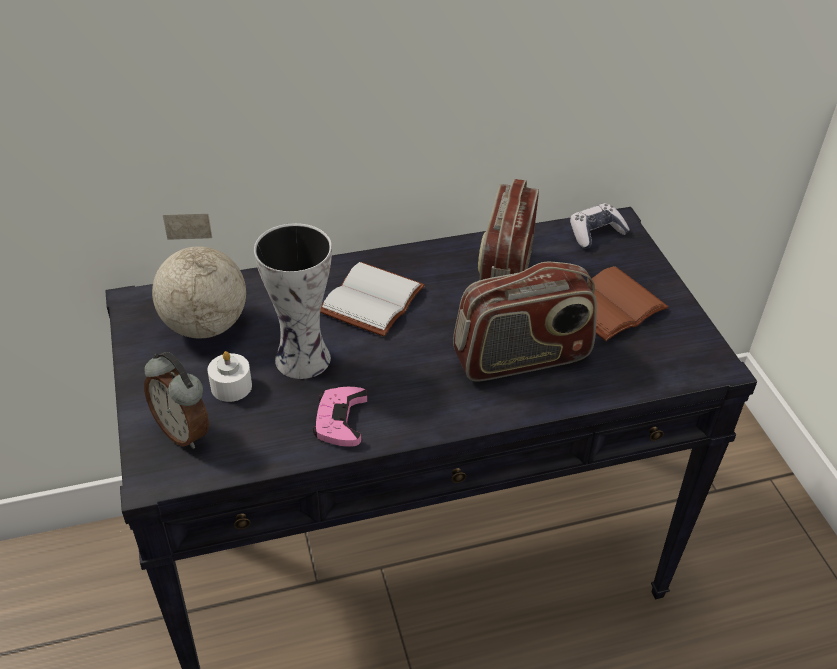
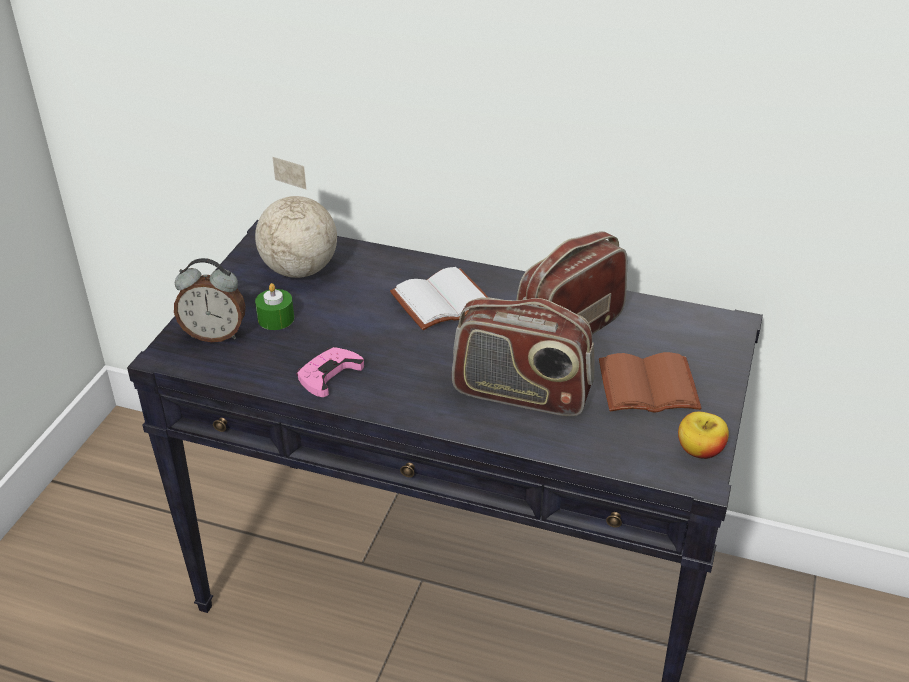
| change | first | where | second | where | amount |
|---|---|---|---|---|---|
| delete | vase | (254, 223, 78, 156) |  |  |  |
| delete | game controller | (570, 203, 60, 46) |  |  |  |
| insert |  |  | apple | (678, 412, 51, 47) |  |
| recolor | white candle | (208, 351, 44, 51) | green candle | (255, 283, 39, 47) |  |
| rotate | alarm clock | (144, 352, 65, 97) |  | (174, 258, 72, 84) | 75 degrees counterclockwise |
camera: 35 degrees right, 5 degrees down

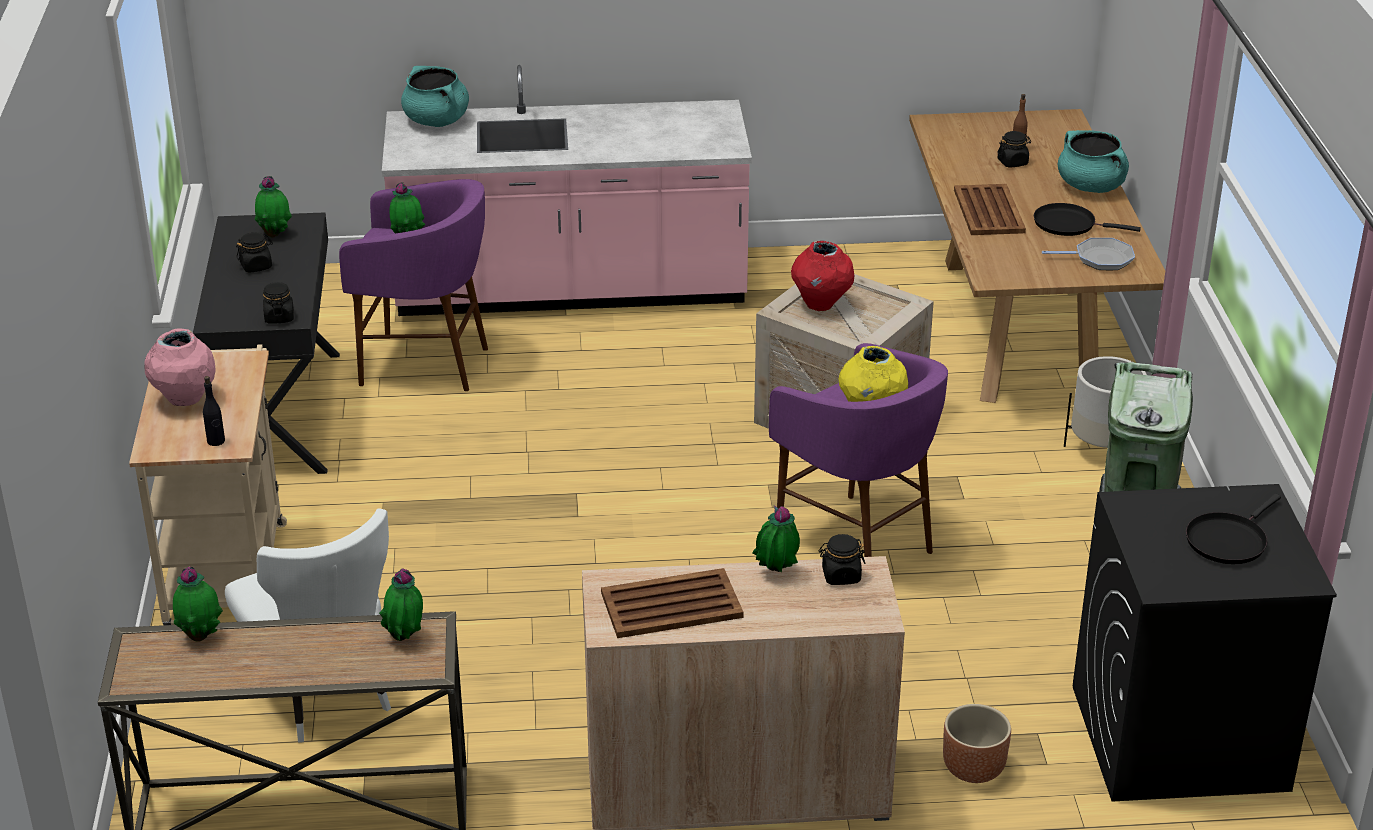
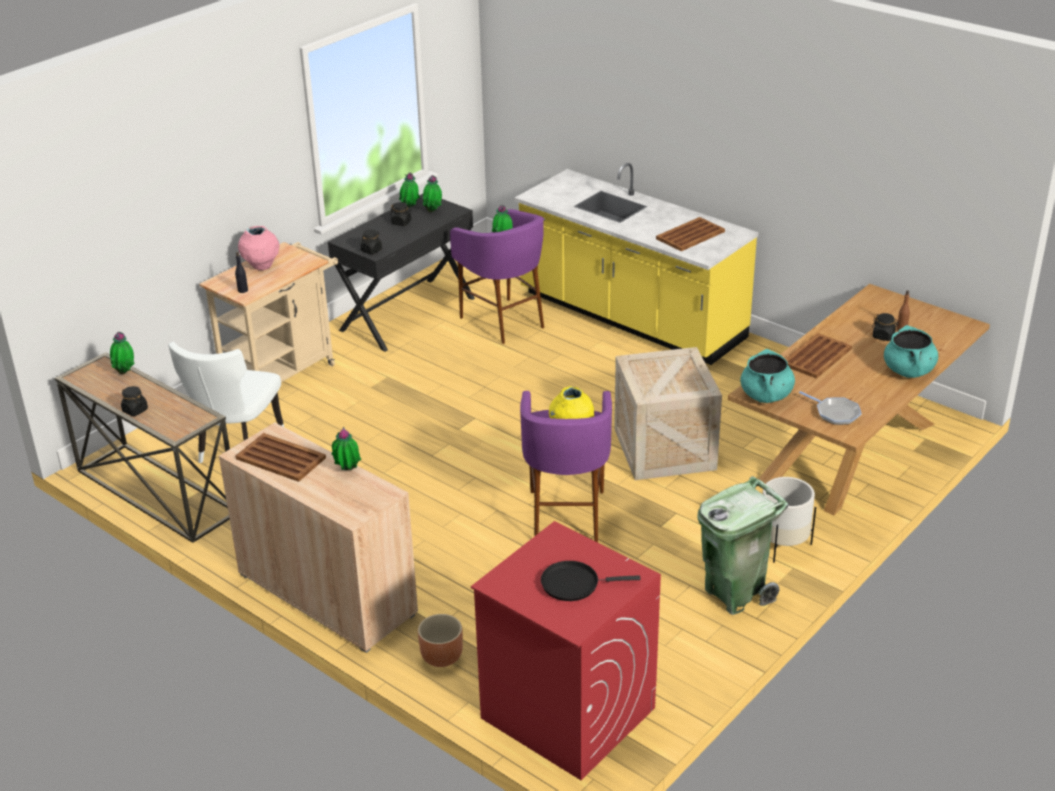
| change | first | where | second | where | amount |
|---|---|---|---|---|---|
| delete | red vase | (791, 241, 63, 70) |  |  |  |
| delete | black frying pan | (1034, 203, 107, 33) |  |  |  |
| insert |  |  | brown tray | (656, 217, 69, 34) |  |
| move | potted plant | (379, 568, 44, 73) |  | (399, 173, 21, 35) |  |
| move | turquoise cooking pot | (401, 66, 68, 61) |  | (740, 349, 55, 54) |  |
| move | black jar | (819, 534, 46, 51) |  | (121, 386, 27, 30) |  |
| recolor | pink counter | (382, 65, 370, 251) | yellow counter | (514, 163, 244, 202) |  |
| recolor | black washing machine | (1073, 484, 264, 318) | red washing machine | (471, 521, 190, 259) |  |
camera: 45 degrees right, 0 degrees up

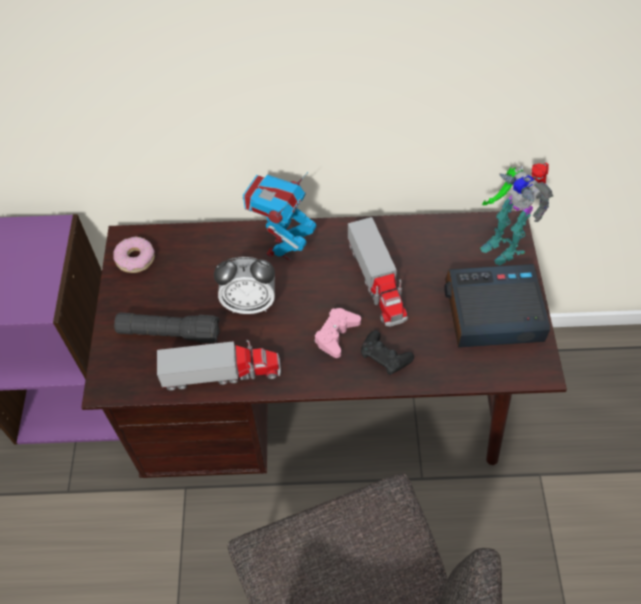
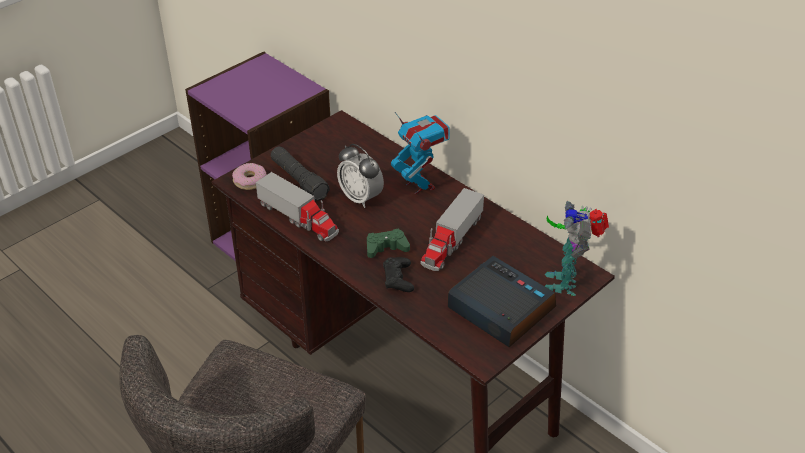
| change | first | where | second | where | amount |
|---|---|---|---|---|---|
| move | donut | (113, 236, 42, 37) |  | (232, 163, 35, 27) |  |
| recolor | pink game controller | (314, 308, 47, 50) | green game controller | (367, 229, 43, 29) |  |
| rotate | toy robot | (243, 172, 74, 88) |  | (391, 112, 59, 82) | 75 degrees clockwise |
camera: 45 degrees right, 15 degrees down

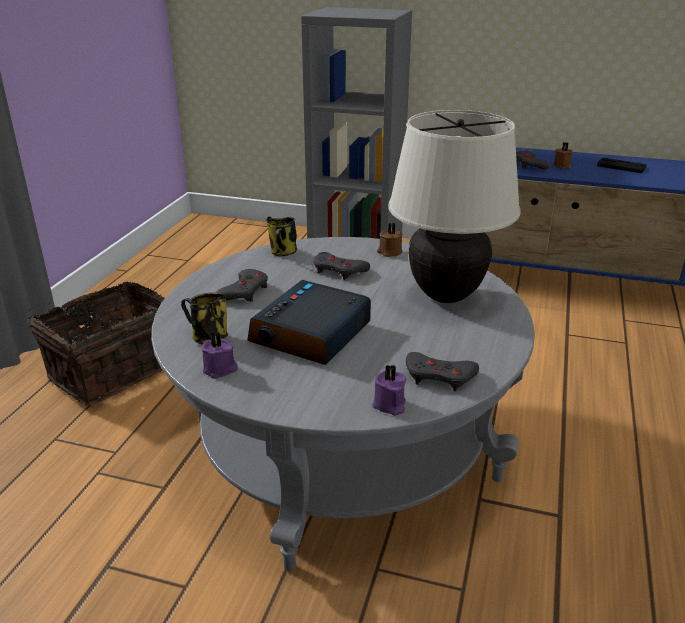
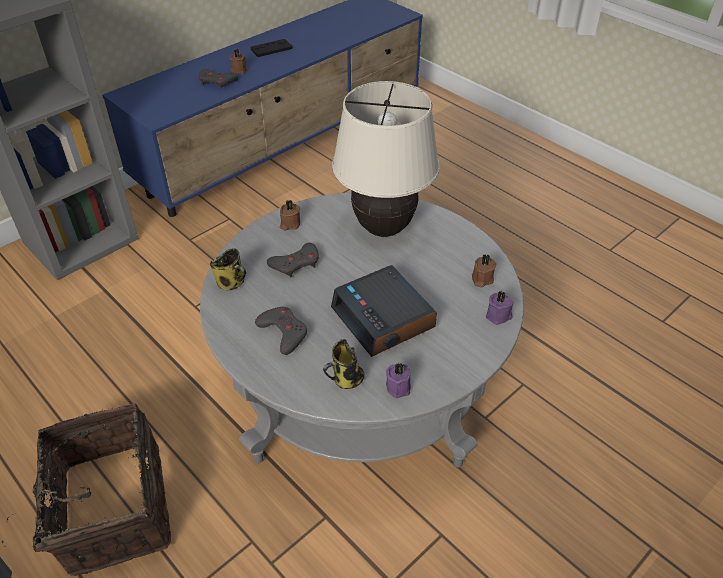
| change | first | where | second | where | amount |
|---|---|---|---|---|---|
| replace | grey game controller | (406, 352, 73, 39) | brown candle | (472, 254, 24, 33) |  |
camera: 60 degrees left, 15 degrees up

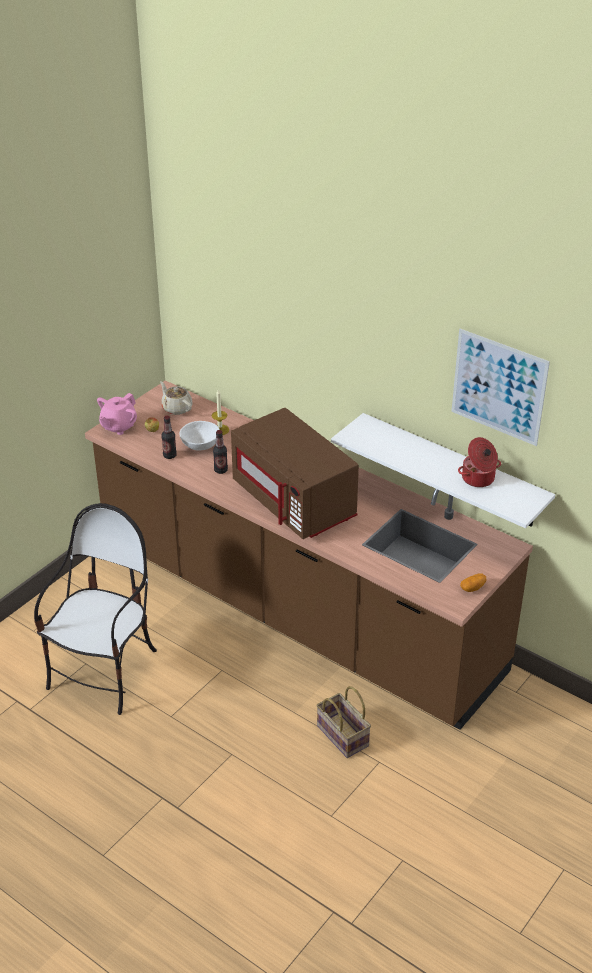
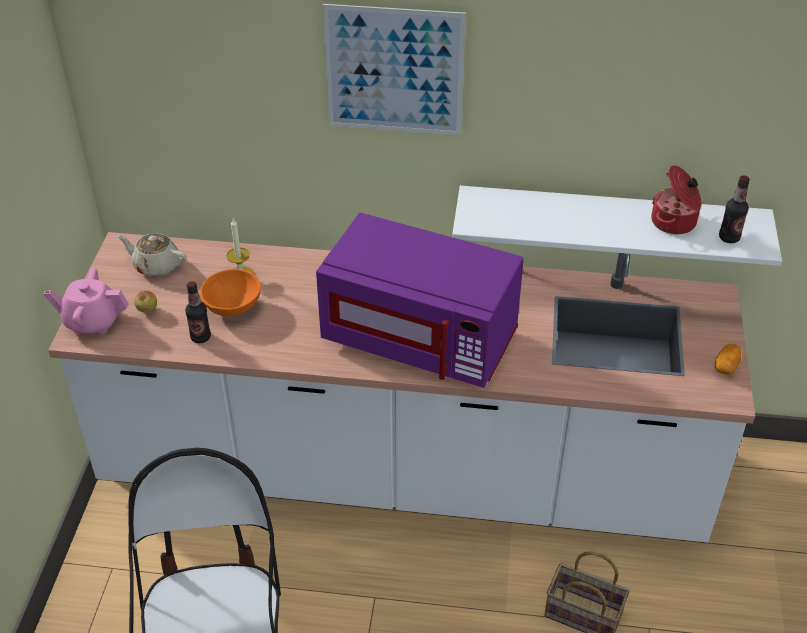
| change | first | where | second | where | amount |
|---|---|---|---|---|---|
| move | bottle | (213, 430, 15, 44) |  | (719, 175, 31, 68) |  |
| move | picture | (451, 329, 99, 117) |  | (323, 4, 143, 131) |  |
| recolor | brown counter | (85, 380, 448, 350) | white counter | (48, 232, 707, 310) |  |
| recolor | white bowl | (179, 421, 41, 30) | orange bowl | (200, 269, 61, 48) |  |
| recolor | brown microwave | (231, 408, 128, 131) | purple microwave | (316, 213, 208, 175) |  |
| rotate | pink teapot | (97, 393, 40, 42) |  | (44, 268, 85, 67) | 90 degrees clockwise |
camera: 30 degrees left, 5 degrees up

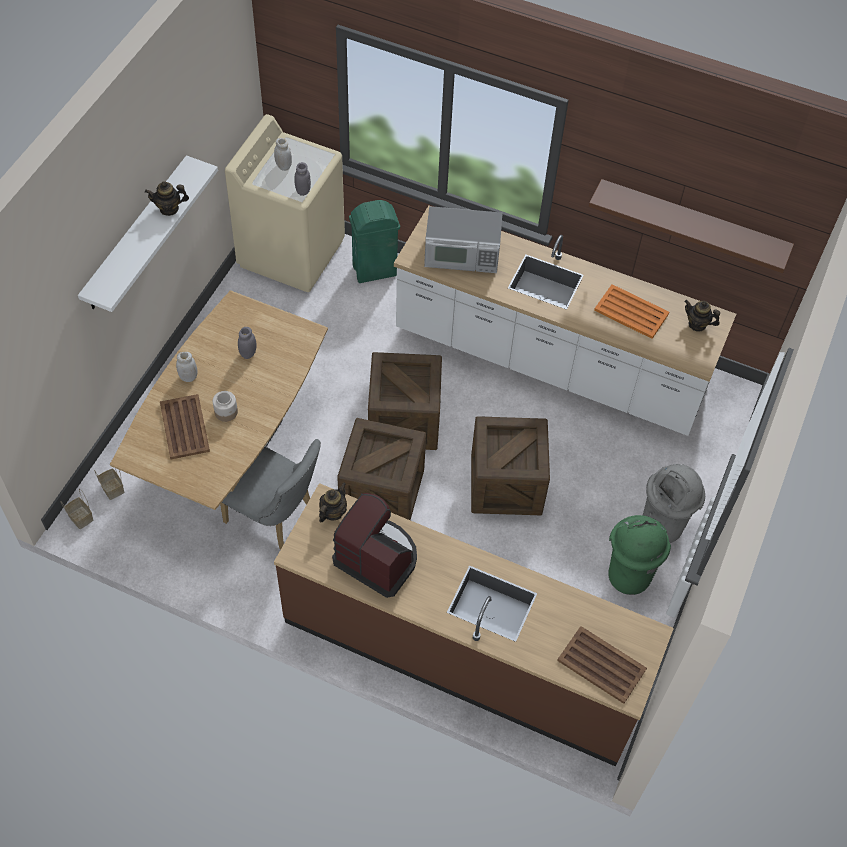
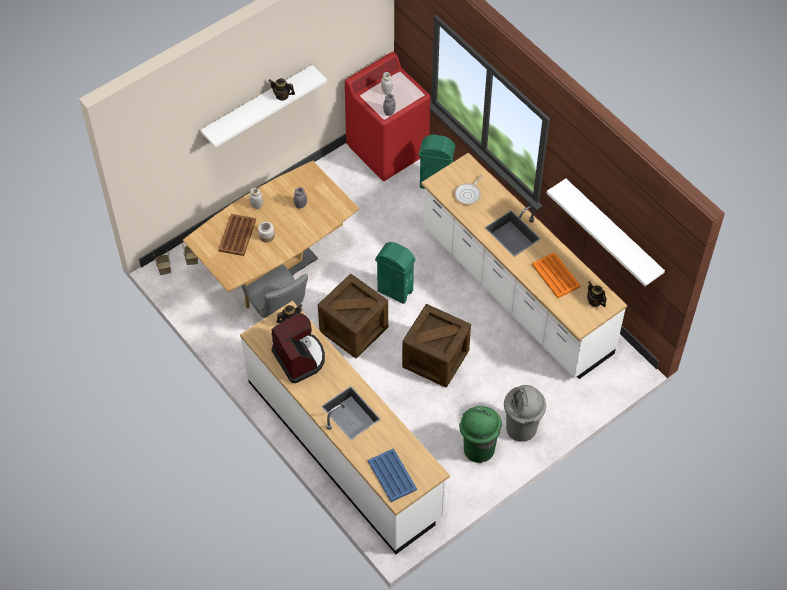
| change | first | where | second | where | amount |
|---|---|---|---|---|---|
| replace | crate | (368, 352, 74, 98) | green trash can | (375, 242, 41, 62) |  |
| replace | microwave | (424, 206, 79, 67) | frying pan | (454, 175, 28, 30) |  |
| recolor | beige washing machine | (225, 114, 120, 178) | red washing machine | (345, 52, 86, 129) |  |
| recolor | brown counter | (274, 483, 400, 283) | white counter | (240, 301, 210, 253) |  |
| recolor | brown tray | (557, 626, 90, 78) | blue tray | (368, 448, 49, 54) |  |
| recolor | brown shelf | (589, 179, 205, 94) | white shelf | (547, 178, 118, 108) |  |
camera: 30 degrees right, 0 degrees up

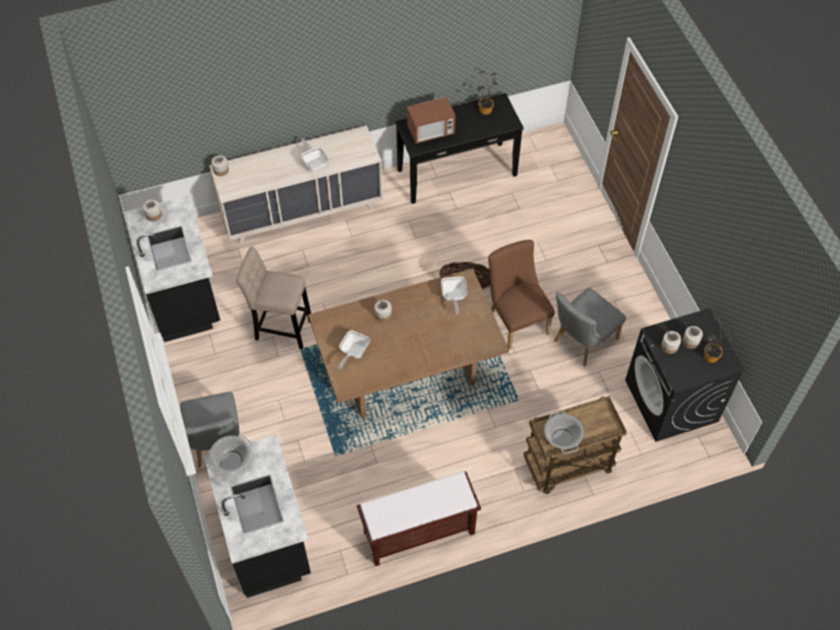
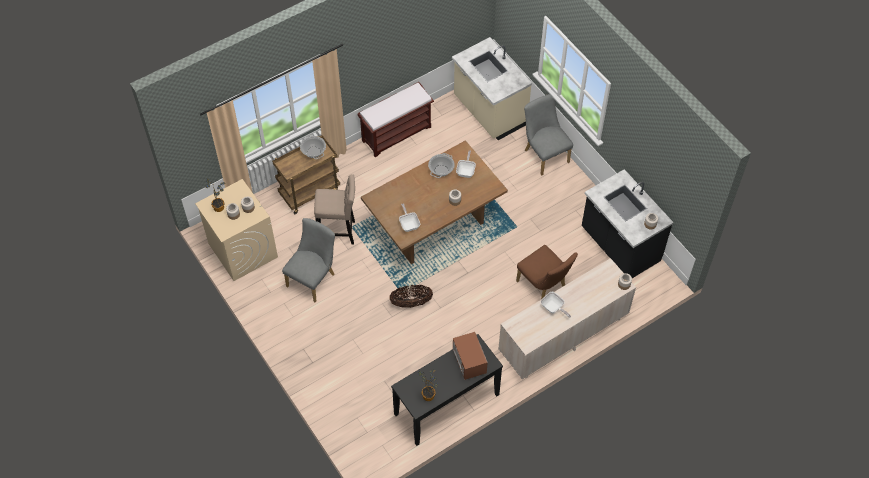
| change | first | where | second | where | amount |
|---|---|---|---|---|---|
| move | cooking pot | (208, 435, 44, 40) |  | (428, 153, 27, 25) |  |
| move | beige stool | (236, 247, 75, 102) |  | (314, 174, 41, 71) |  |
| move | brown chair | (488, 240, 67, 110) |  | (516, 245, 62, 55) |  |
| recolor | black counter | (204, 434, 107, 164) | beige counter | (452, 37, 80, 103) |  |
| recolor | black washing machine | (625, 308, 120, 134) | beige washing machine | (195, 179, 83, 102) |  |
| rotate | microwave | (407, 97, 49, 47) |  | (453, 332, 35, 48) | 75 degrees counterclockwise |
camera: 165 degrees right, 0 degrees up

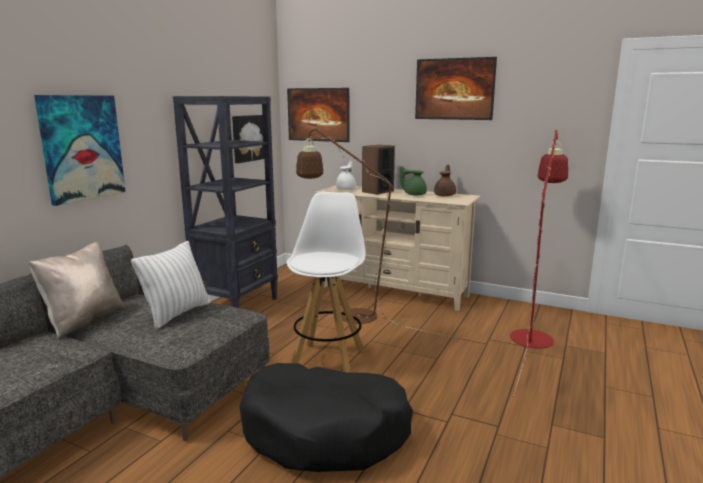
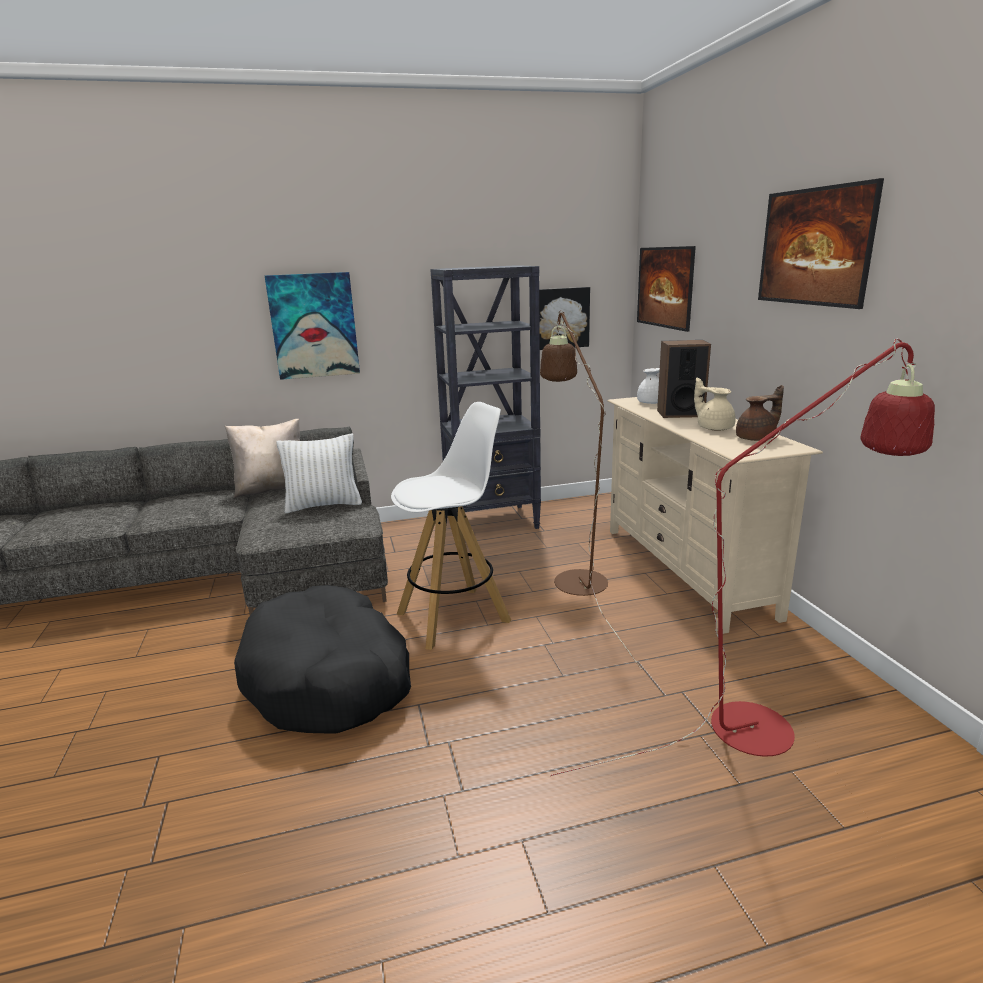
| change | first | where | second | where | amount |
|---|---|---|---|---|---|
| recolor | green teapot | (400, 166, 27, 29) | beige teapot | (694, 378, 42, 53) |  |
camera: 50 degrees right, 5 degrees up

